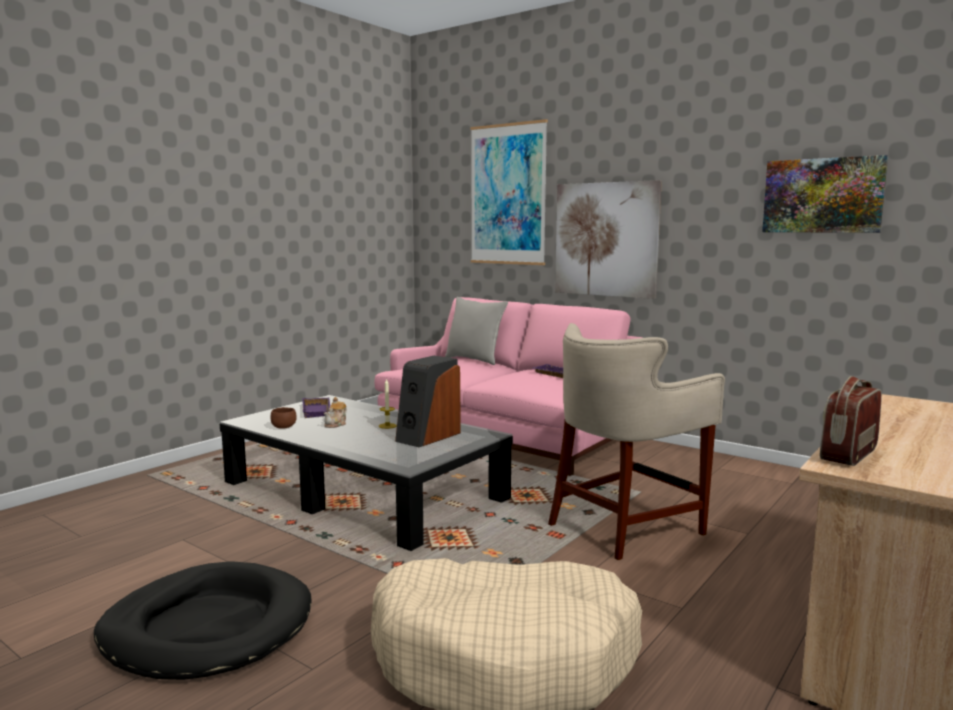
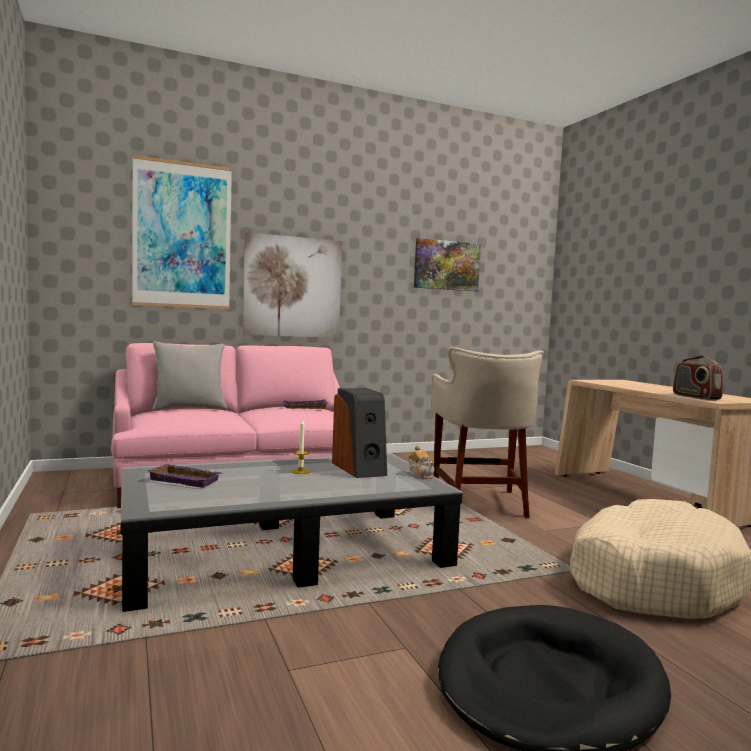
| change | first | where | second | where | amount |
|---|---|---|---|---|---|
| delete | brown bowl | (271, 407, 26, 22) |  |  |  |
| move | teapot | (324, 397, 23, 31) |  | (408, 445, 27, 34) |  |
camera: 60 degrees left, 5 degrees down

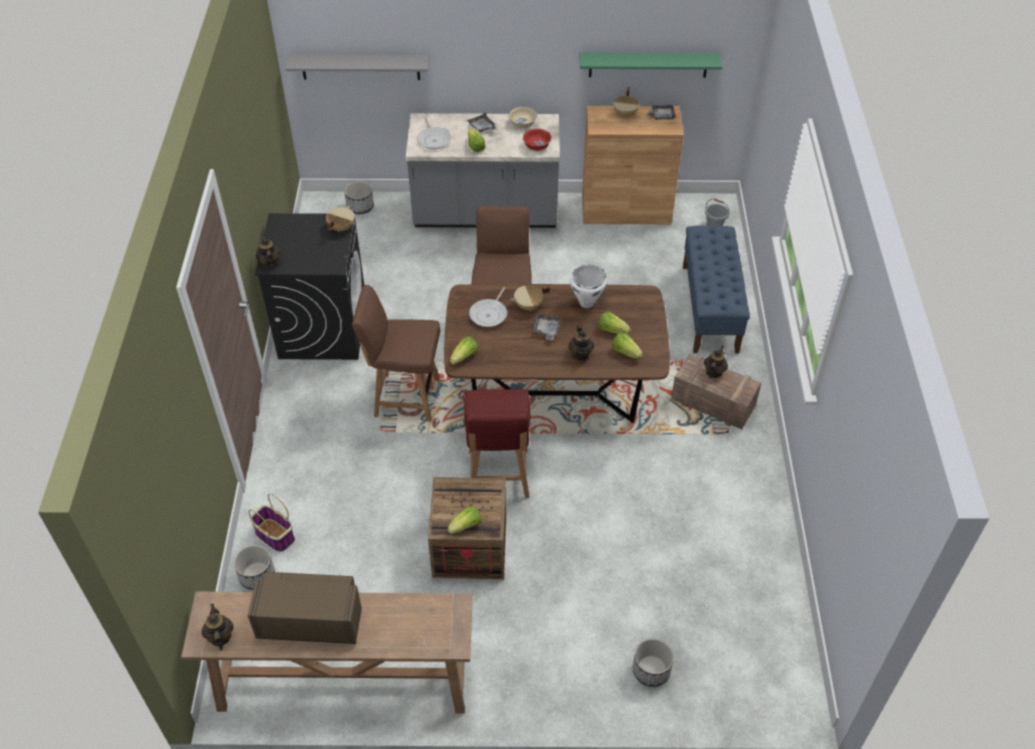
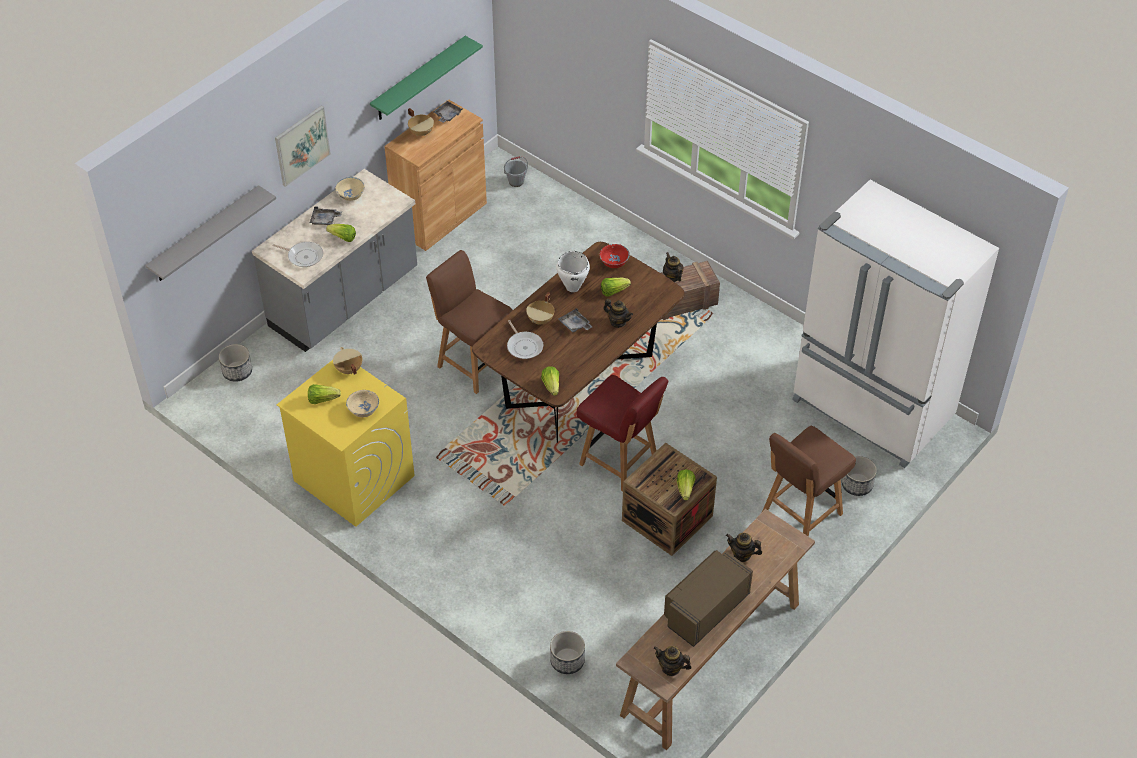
| change | first | where | second | where | amount |
|---|---|---|---|---|---|
| delete | basket | (249, 494, 46, 58) |  |  |  |
| delete | blue bench | (683, 226, 67, 128) |  |  |  |
| insert |  |  | picture | (275, 105, 56, 82) |  |
| insert |  |  | beige bowl | (346, 390, 33, 27) |  |
| insert |  |  | white fridge | (792, 180, 207, 288) |  |
| move | teapot | (256, 235, 24, 34) |  | (726, 533, 36, 29) |  |
| move | brown chair | (352, 285, 88, 137) |  | (762, 426, 94, 111) |  |
| move | red bowl | (523, 129, 29, 22) |  | (599, 244, 31, 24) |  |
| move | lettuce | (612, 332, 31, 27) |  | (308, 384, 33, 20) |  |
| recolor | black washing machine | (255, 213, 109, 147) | yellow washing machine | (277, 360, 137, 167) |  |
camera: 50 degrees left, 0 degrees up

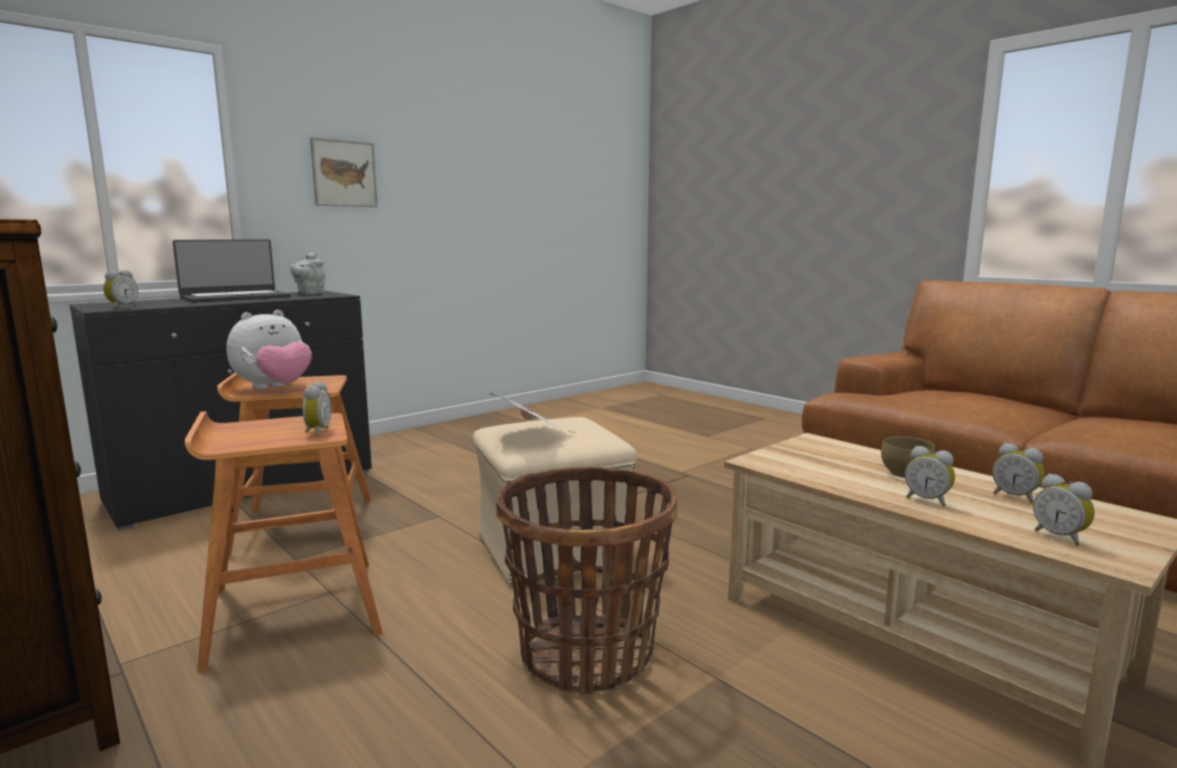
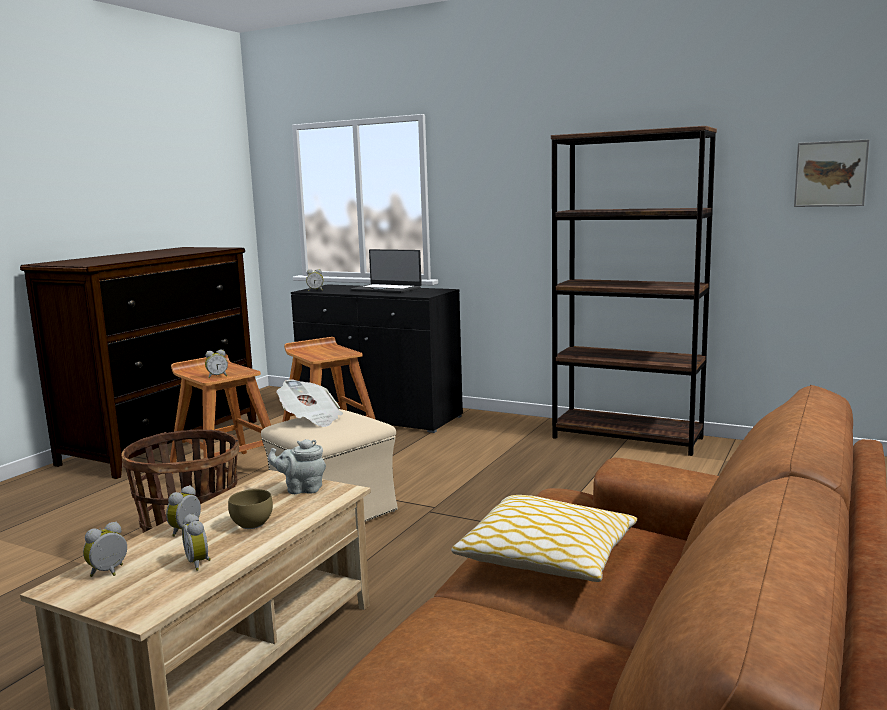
| change | first | where | second | where | amount |
|---|---|---|---|---|---|
| delete | plush toy | (226, 310, 86, 80) |  |  |  |
| insert |  |  | pillow | (451, 495, 186, 87) |  |
| insert |  |  | brown bookcase | (551, 126, 166, 330) |  |
| move | grey teapot | (289, 253, 36, 41) |  | (268, 439, 58, 55) |  |
| move | picture | (310, 137, 68, 70) |  | (794, 139, 75, 68) |  |
| rotate | alarm clock | (992, 443, 53, 61) |  | (182, 514, 29, 57) | 60 degrees counterclockwise |
camera: 70 degrees right, 0 degrees up

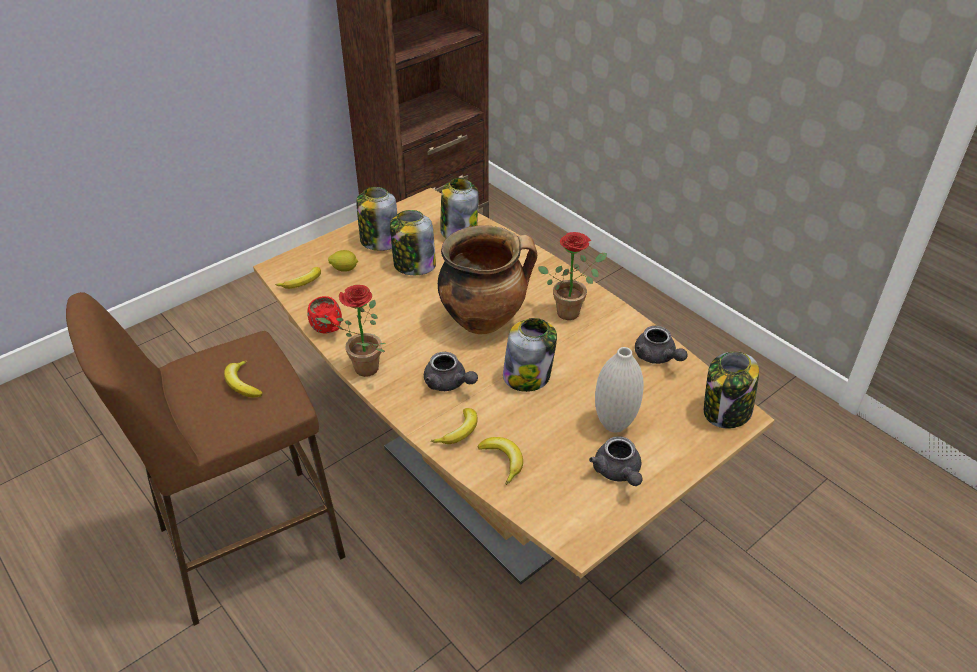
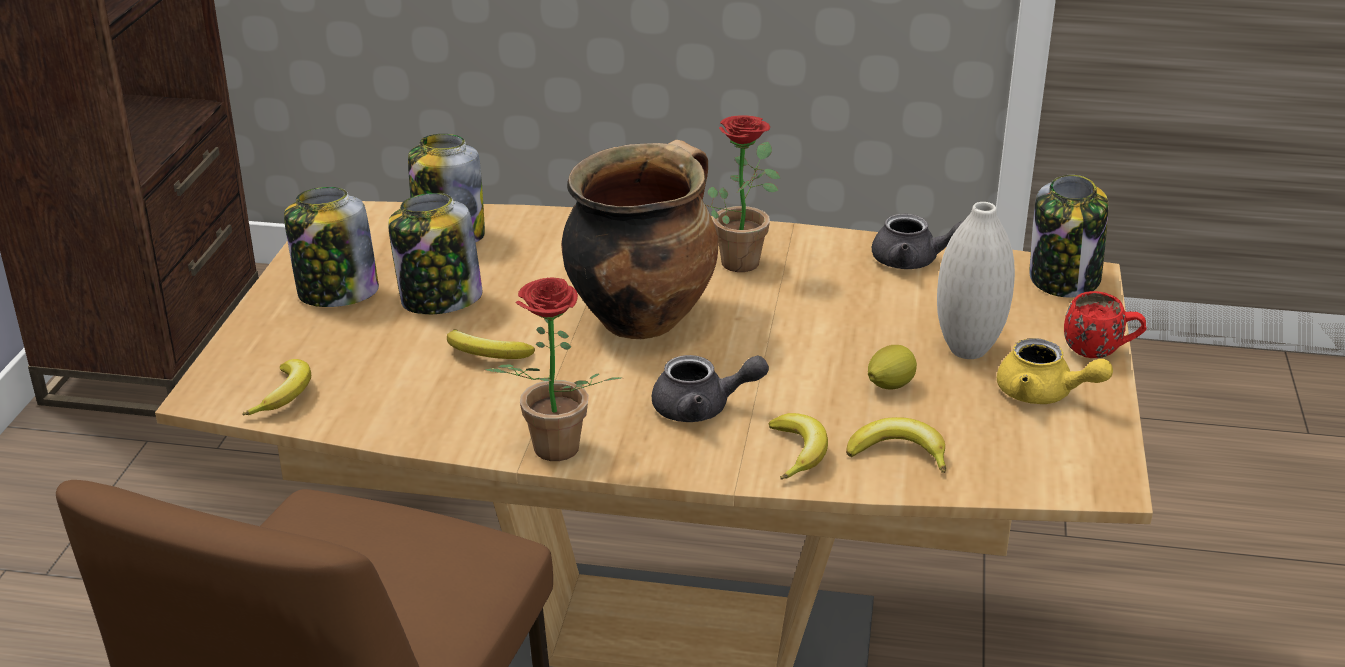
| change | first | where | second | where | amount |
|---|---|---|---|---|---|
| delete | jar | (503, 318, 54, 74) |  |  |  |
| move | banana | (224, 360, 39, 37) |  | (447, 329, 88, 30) |  |
| move | red mug | (307, 296, 35, 37) |  | (1064, 291, 82, 67) |  |
| move | lemon | (328, 250, 30, 22) |  | (868, 345, 49, 45) |  |
| recolor | grey teapot | (589, 436, 54, 50) | yellow teapot | (997, 338, 116, 66) |  |
camera: 40 degrees left, 10 degrees down

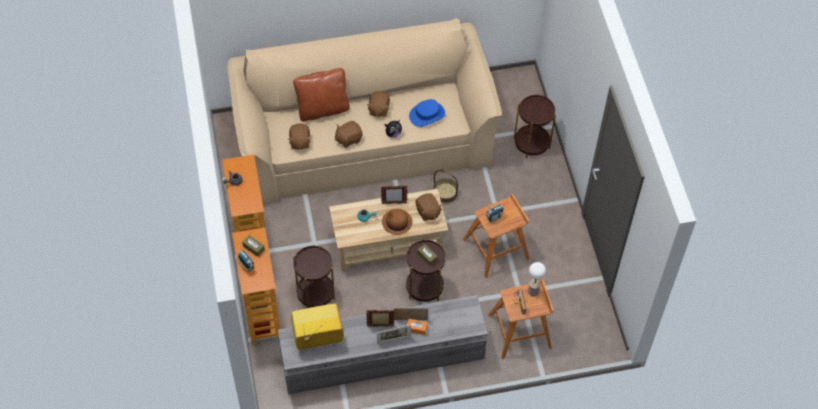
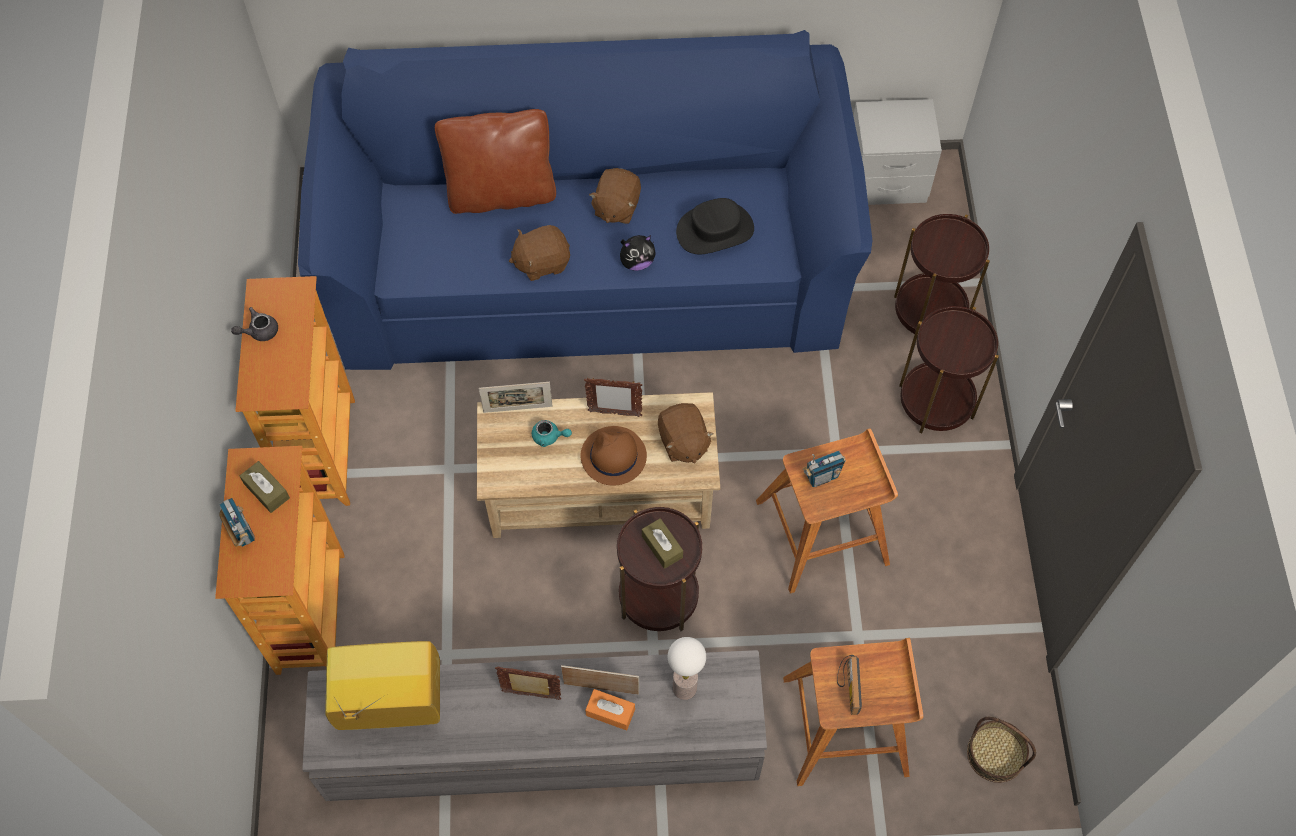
| change | first | where | second | where | amount |
|---|---|---|---|---|---|
| delete | brown plush toy | (288, 124, 23, 26) |  |  |  |
| insert |  |  | grey nightstand | (853, 99, 89, 106) |  |
| move | brown side table | (293, 245, 42, 63) |  | (899, 306, 100, 128) |  |
| move | picture frame | (377, 325, 34, 19) |  | (479, 382, 74, 31) |  |
| move | basket | (433, 170, 25, 33) |  | (967, 717, 69, 66) |  |
| move | table lamp | (528, 262, 18, 35) |  | (668, 637, 38, 63) |  |
| recolor | beige sofa | (227, 18, 275, 185) | blue sofa | (298, 30, 574, 340) |  |
| recolor | blue hat | (409, 99, 36, 28) | black hat | (676, 198, 78, 56) |  |
camera: 10 degrees right, 5 degrees up

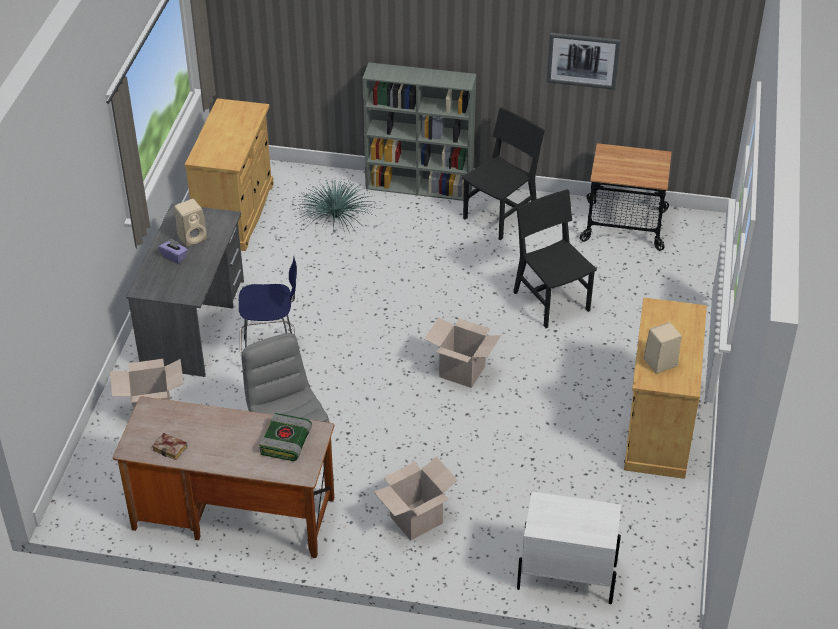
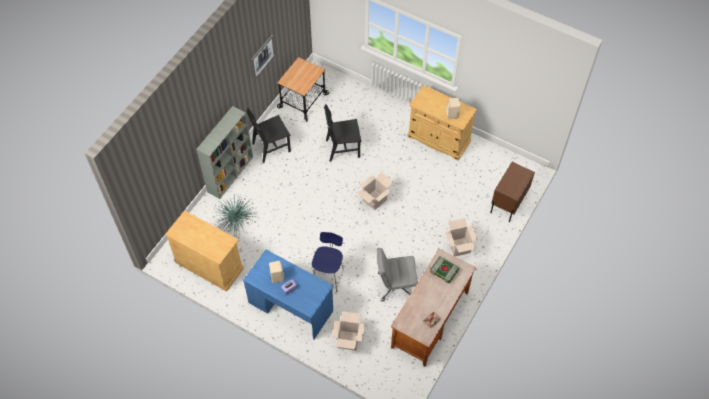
| change | first | where | second | where | amount |
|---|---|---|---|---|---|
| recolor | grey desk | (126, 204, 118, 173) | blue desk | (243, 249, 91, 90) |  |
| recolor | white nightstand | (517, 492, 104, 112) | brown nightstand | (490, 162, 45, 60) |  |
| rotate | black chair | (462, 108, 83, 132) |  | (246, 108, 45, 55) | 90 degrees counterclockwise |
camera: 70 degrees left, 15 degrees up

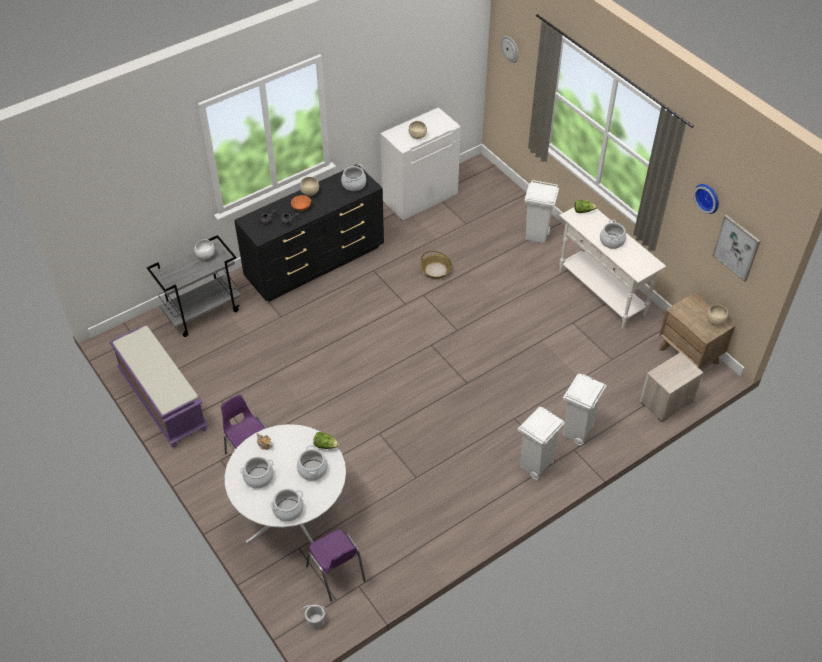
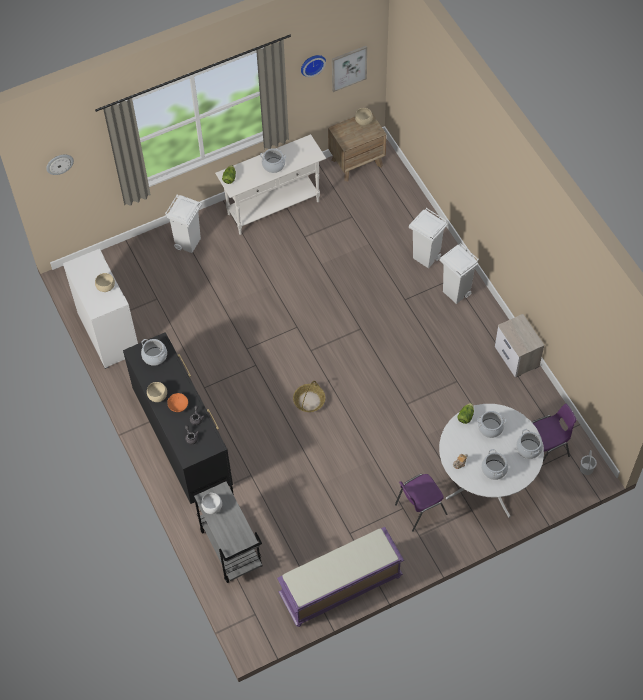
| change | first | where | second | where | amount |
|---|---|---|---|---|---|
| move | basket | (420, 250, 32, 29) |  | (293, 381, 32, 31) |  |
| move | nightstand | (640, 352, 63, 70) |  | (495, 314, 50, 63) |  |
camera: 80 degrees left, 10 degrees up

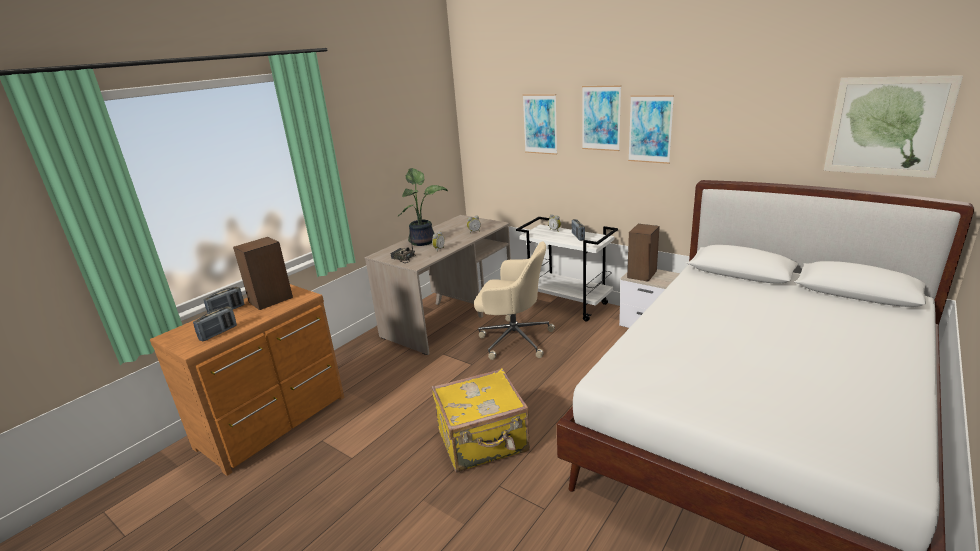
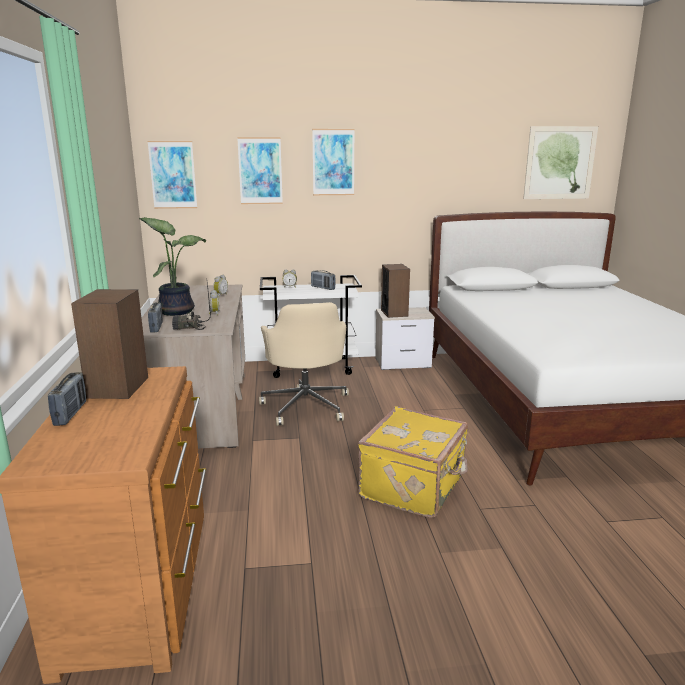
| change | first | where | second | where | amount |
|---|---|---|---|---|---|
| move | radio | (193, 306, 44, 35) |  | (148, 302, 15, 31) |  |
| move | picture | (628, 95, 46, 69) |  | (147, 141, 50, 68) |  |
| rotate | beige office chair | (474, 241, 81, 119) |  | (259, 302, 90, 124) | 105 degrees clockwise |
camera: 45 degrees left, 5 degrees down

